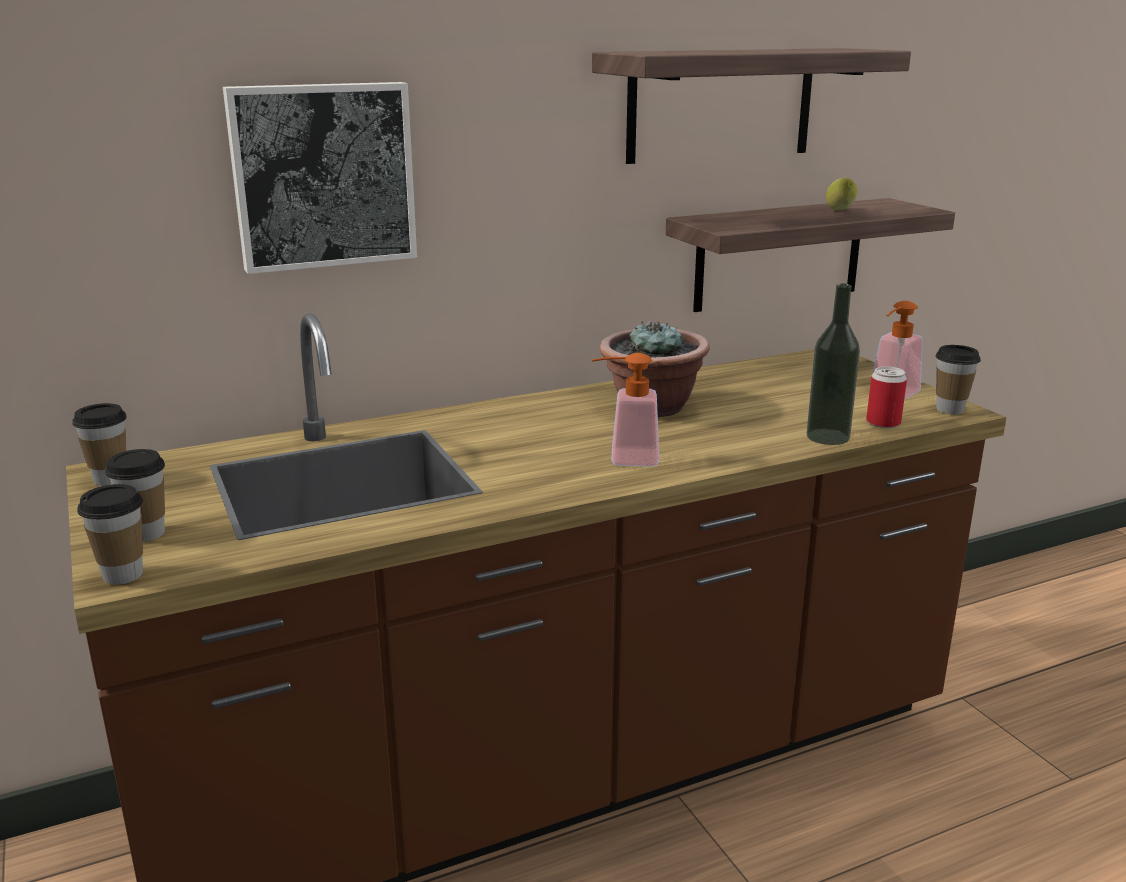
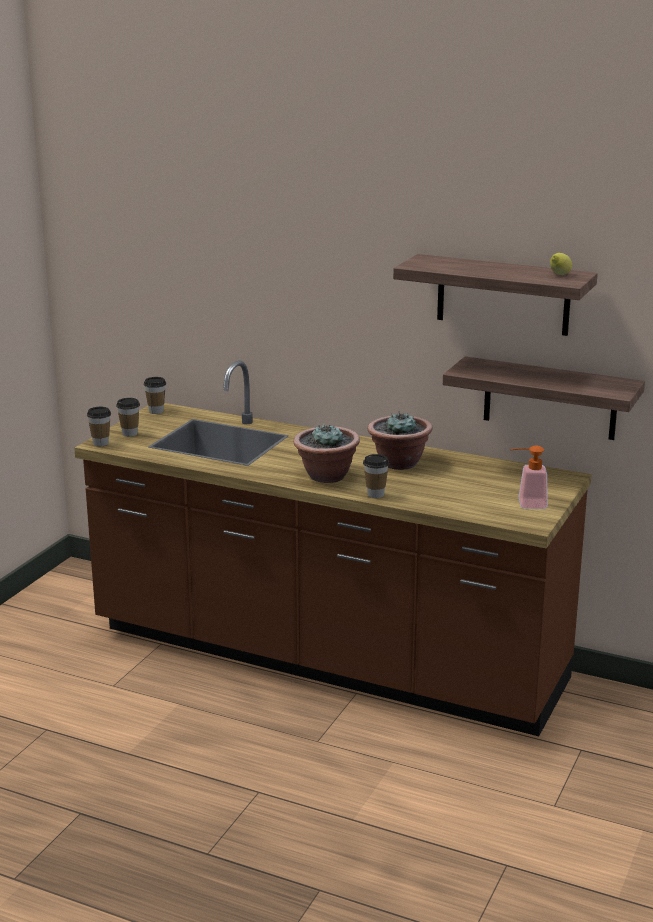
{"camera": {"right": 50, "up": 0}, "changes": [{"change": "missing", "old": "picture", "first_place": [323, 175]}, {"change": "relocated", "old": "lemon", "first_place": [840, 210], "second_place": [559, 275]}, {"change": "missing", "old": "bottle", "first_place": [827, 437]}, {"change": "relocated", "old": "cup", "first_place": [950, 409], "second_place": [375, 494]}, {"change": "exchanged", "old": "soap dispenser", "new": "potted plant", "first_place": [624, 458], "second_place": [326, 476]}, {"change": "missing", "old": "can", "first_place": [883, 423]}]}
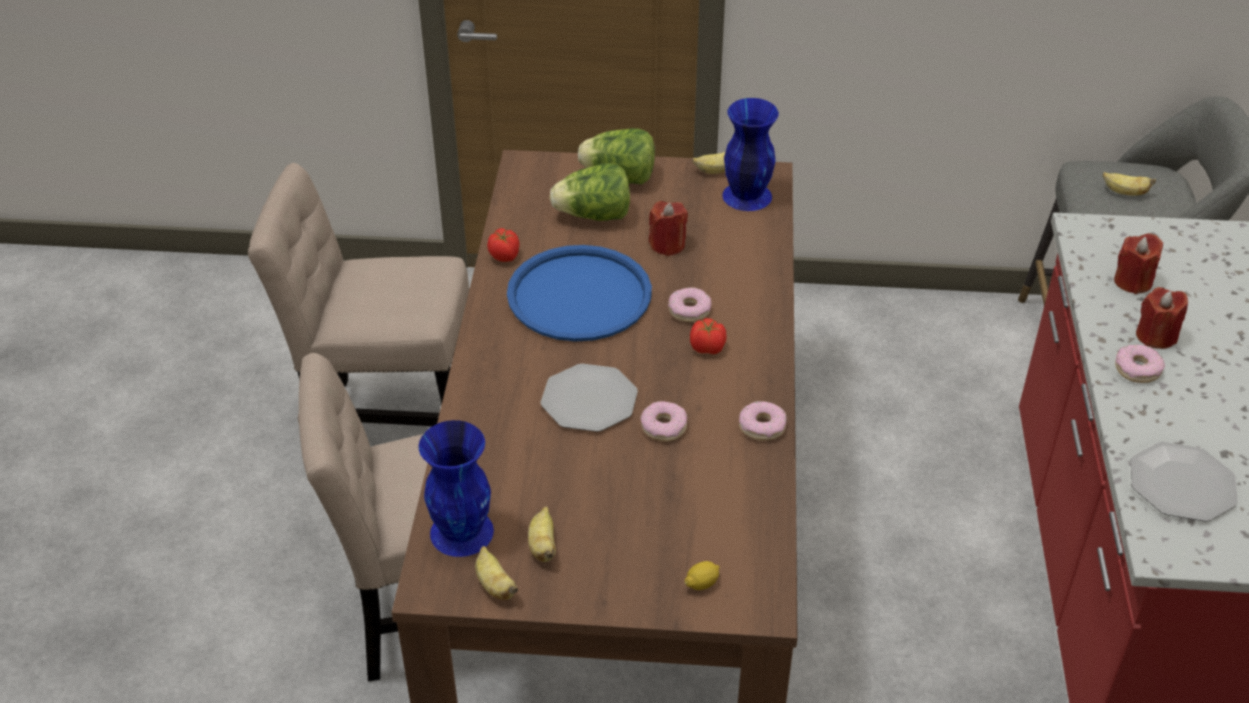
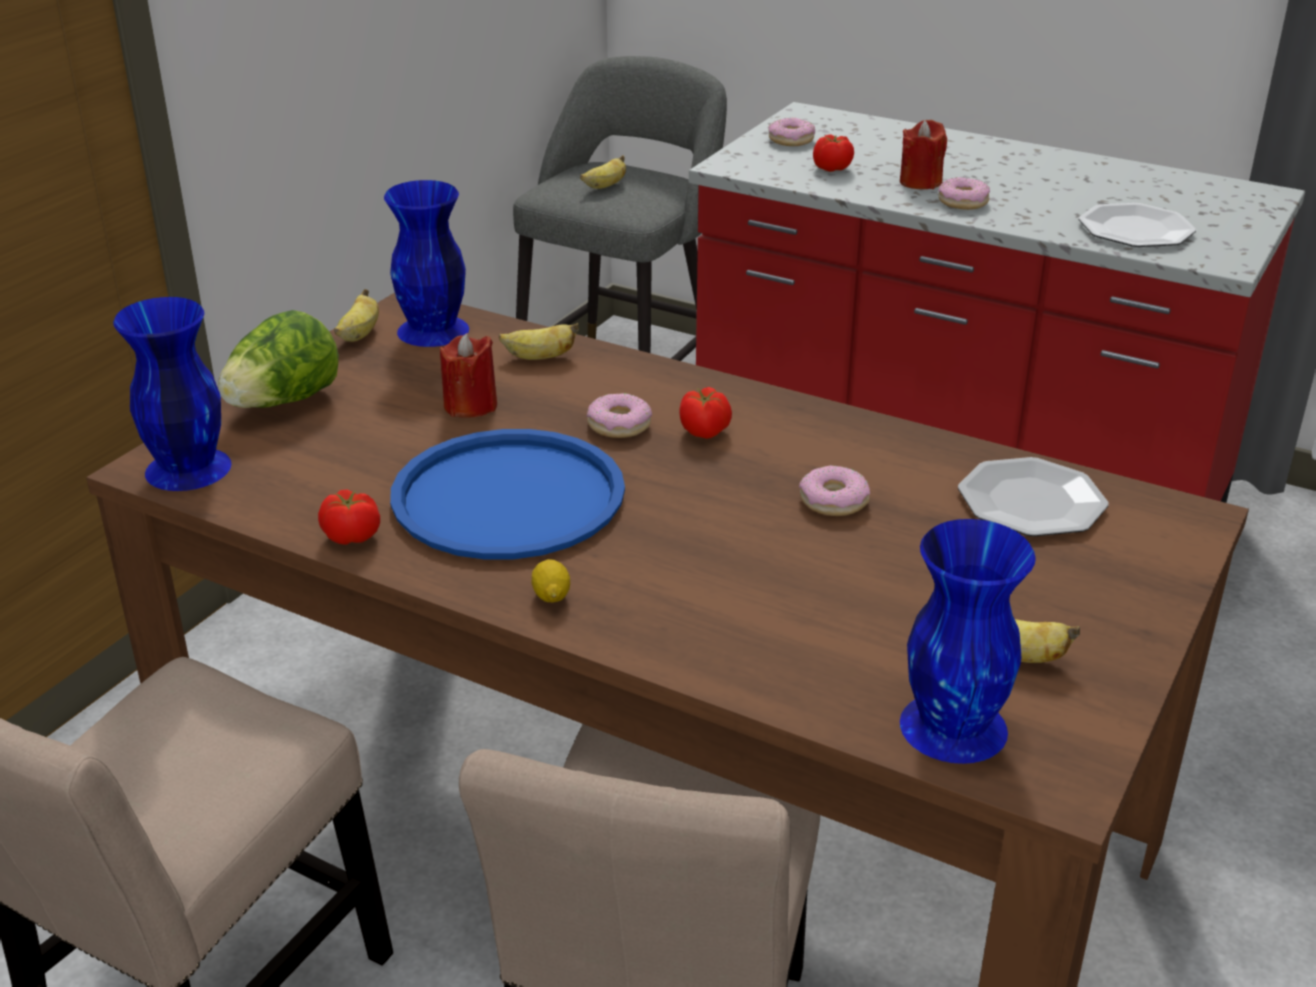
{"camera": {"right": -65, "up": -10}, "changes": [{"change": "missing", "old": "lettuce", "first_place": [594, 216]}, {"change": "exchanged", "old": "candle in red", "new": "tomato", "first_place": [1132, 282], "second_place": [832, 168]}, {"change": "relocated", "old": "plate", "first_place": [589, 400], "second_place": [1031, 501]}, {"change": "relocated", "old": "donut", "first_place": [762, 426], "second_place": [791, 140]}, {"change": "relocated", "old": "banana", "first_place": [495, 585], "second_place": [539, 357]}, {"change": "relocated", "old": "lemon", "first_place": [702, 583], "second_place": [551, 596]}, {"change": "appeared", "new": "vase in blue", "second_place": [186, 468]}]}
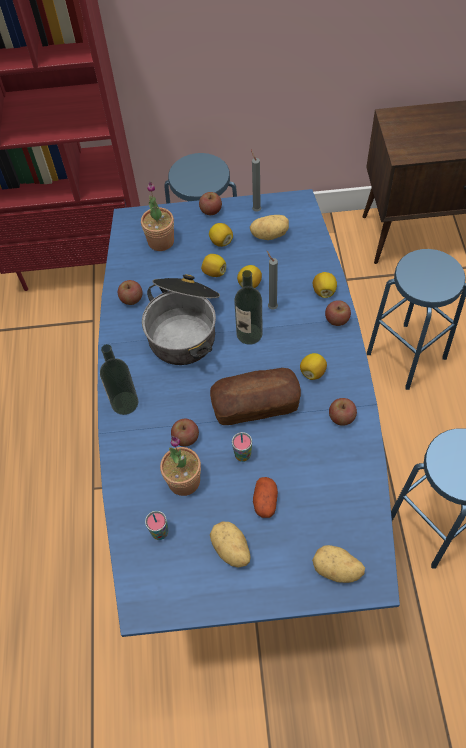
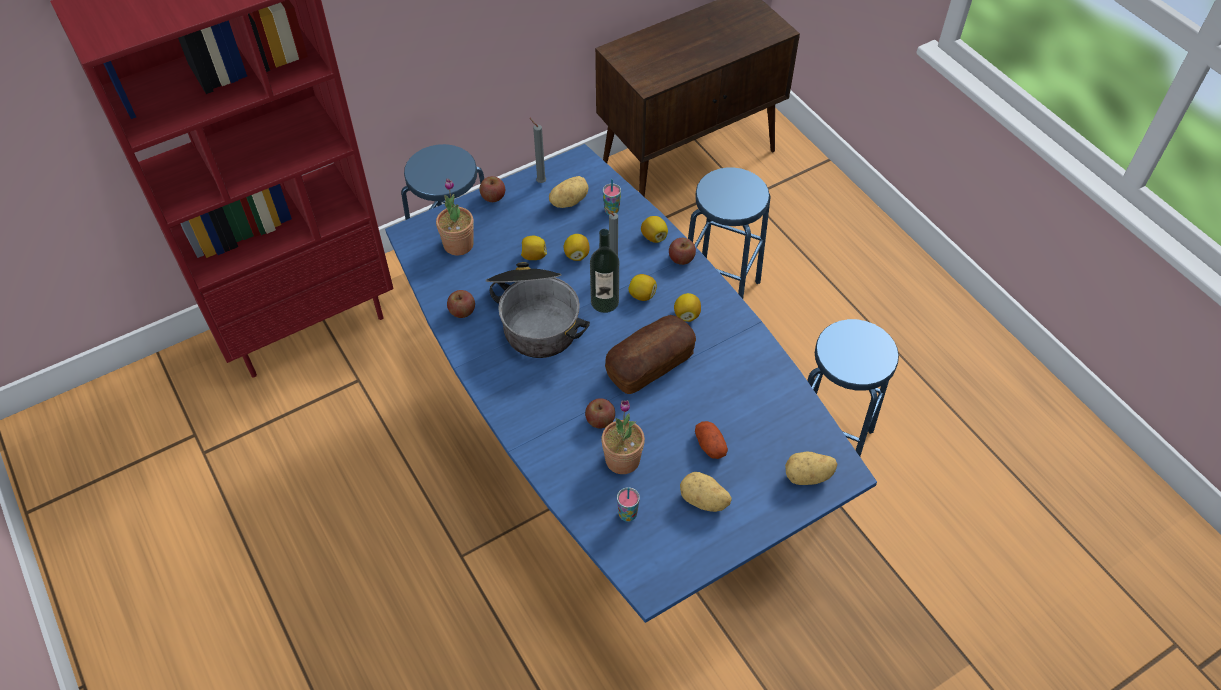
{"camera": {"right": -30, "up": -5}, "changes": [{"change": "relocated", "old": "lemon", "first_place": [221, 241], "second_place": [642, 295]}, {"change": "missing", "old": "bottle", "first_place": [125, 403]}, {"change": "missing", "old": "apple", "first_place": [341, 417]}, {"change": "relocated", "old": "cup", "first_place": [243, 455], "second_place": [611, 211]}]}
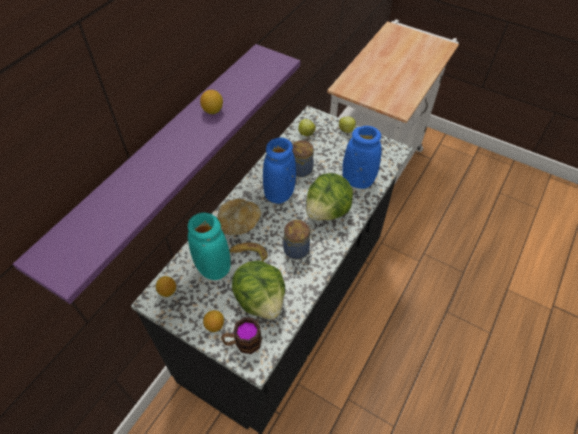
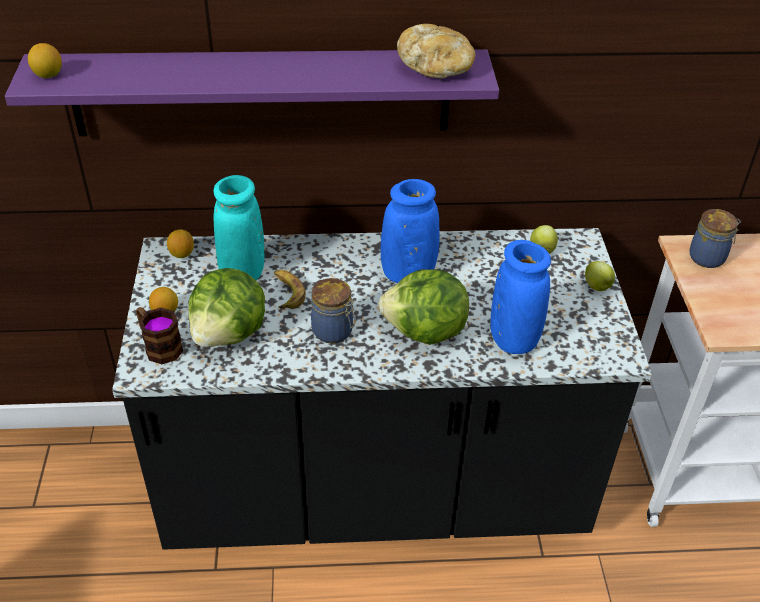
{"camera": {"right": 55, "up": -10}, "changes": [{"change": "relocated", "old": "lemon", "first_place": [213, 111], "second_place": [48, 75]}, {"change": "relocated", "old": "jar", "first_place": [302, 169], "second_place": [708, 257]}, {"change": "relocated", "old": "bread", "first_place": [238, 223], "second_place": [436, 68]}]}
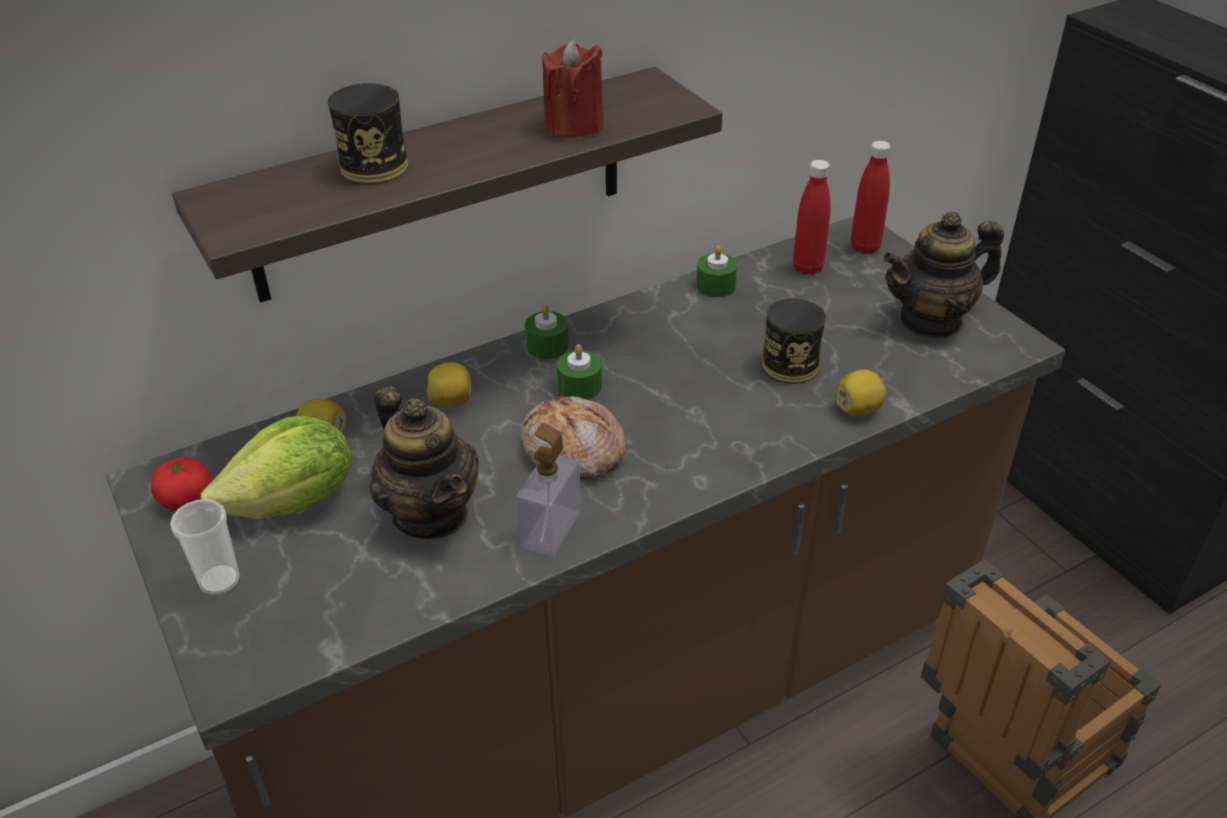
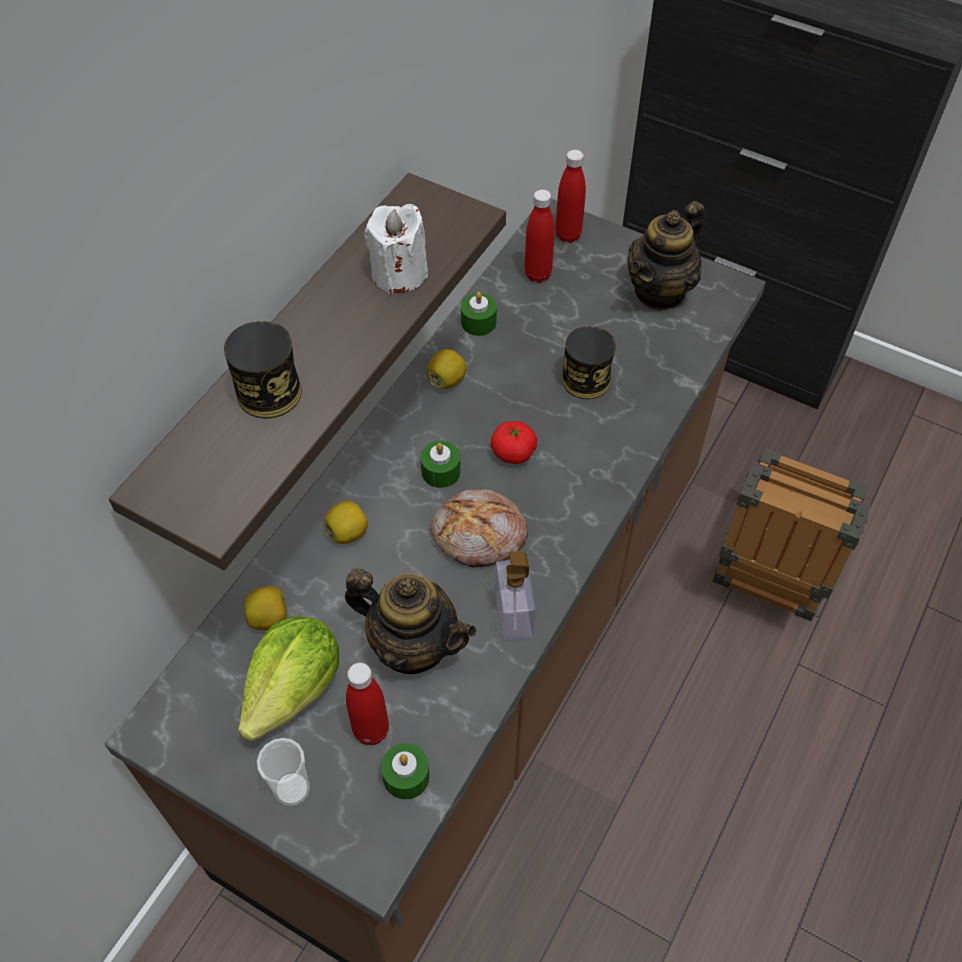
{"camera": {"right": -30, "up": 15}, "changes": [{"change": "colour", "old": "candle in red", "new": "candle in white", "first_place": [574, 125], "second_place": [399, 274]}, {"change": "relocated", "old": "candle in green", "first_place": [547, 346], "second_place": [406, 776]}, {"change": "relocated", "old": "lemon", "first_place": [858, 409], "second_place": [447, 380]}, {"change": "relocated", "old": "tomato", "first_place": [186, 498], "second_place": [513, 452]}, {"change": "appeared", "new": "bottle in red", "second_place": [371, 730]}]}
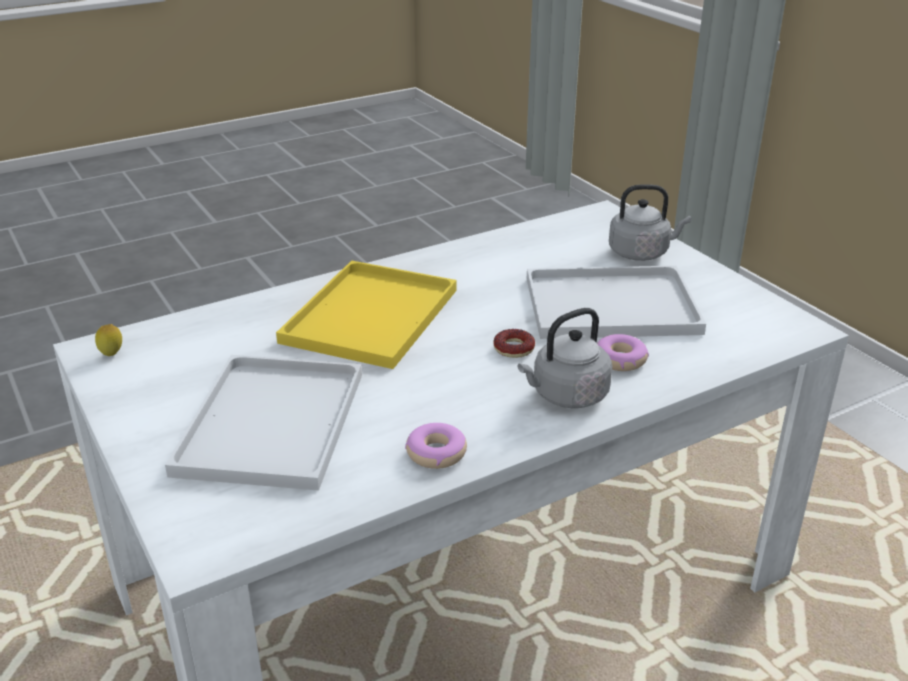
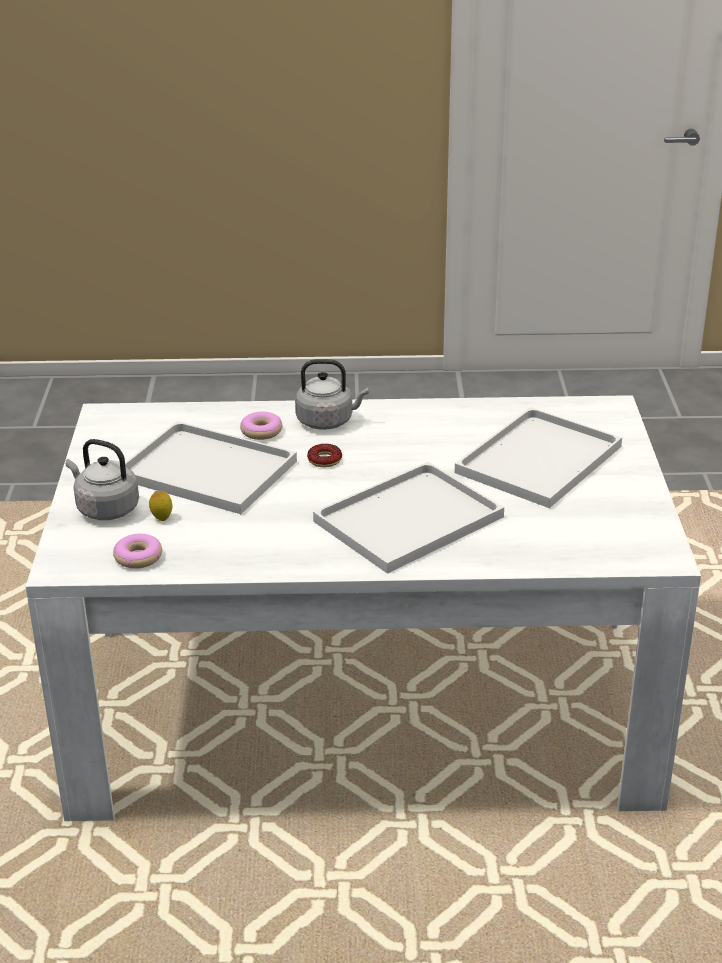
{"camera": {"right": -150, "up": 0}, "changes": [{"change": "colour", "old": "tray in yellow", "new": "tray in white", "first_place": [370, 313], "second_place": [407, 521]}, {"change": "relocated", "old": "lemon", "first_place": [112, 355], "second_place": [162, 518]}, {"change": "relocated", "old": "donut", "first_place": [436, 453], "second_place": [138, 557]}]}
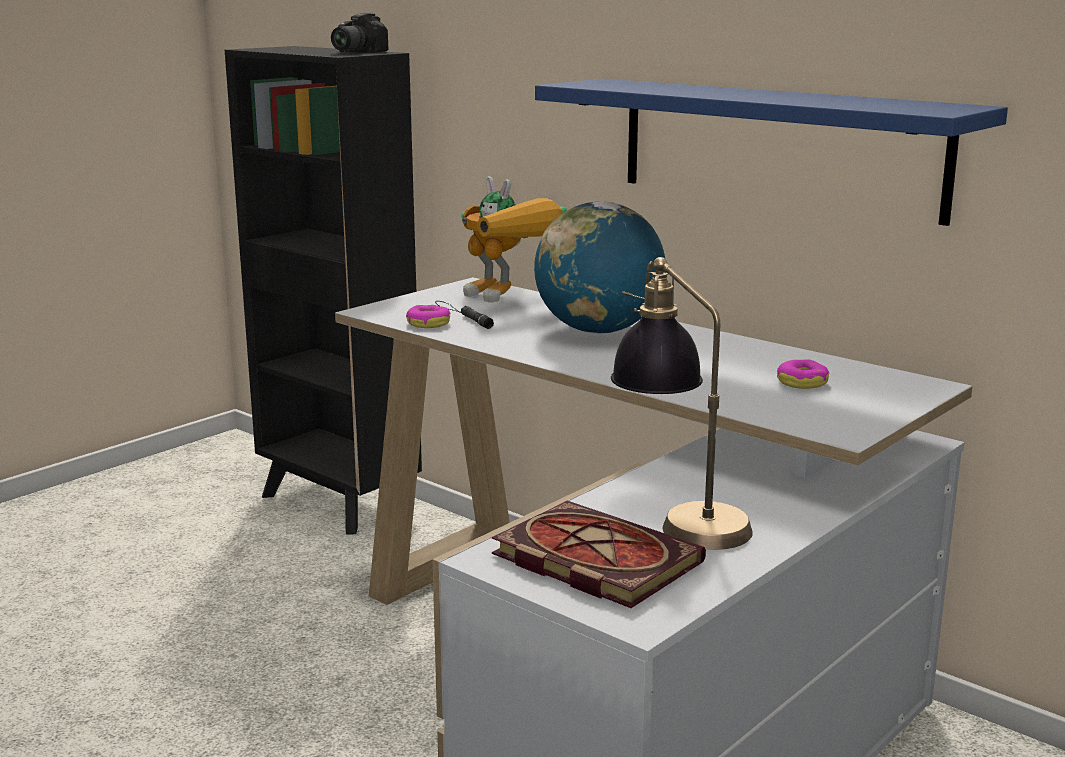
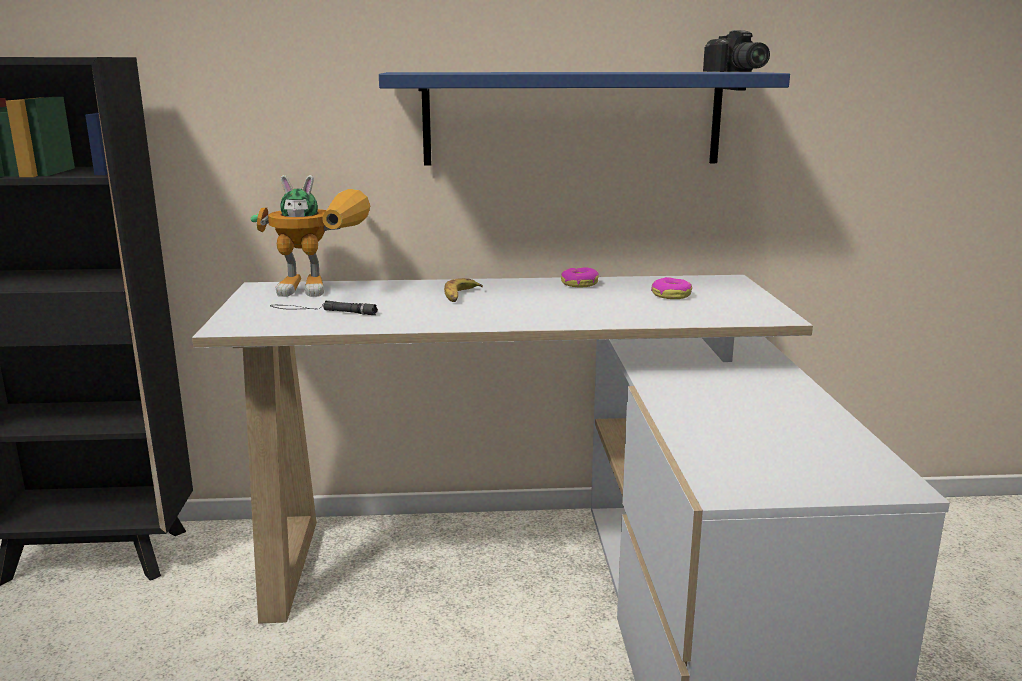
{"camera": {"right": -45, "up": 0}, "changes": [{"change": "relocated", "old": "photo camera", "first_place": [353, 52], "second_place": [736, 71]}, {"change": "exchanged", "old": "globe", "new": "banana", "first_place": [598, 331], "second_place": [460, 296]}, {"change": "missing", "old": "table lamp", "first_place": [678, 517]}, {"change": "relocated", "old": "donut", "first_place": [428, 323], "second_place": [579, 284]}, {"change": "missing", "old": "book", "first_place": [590, 560]}]}
